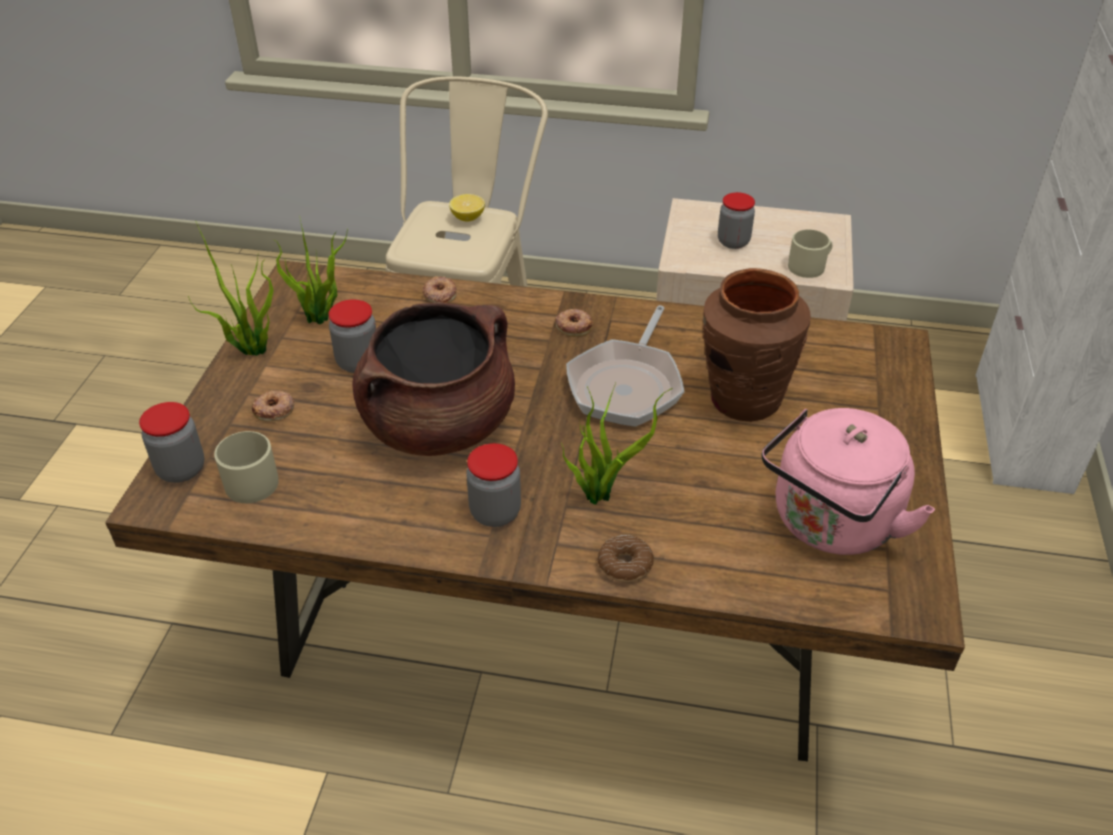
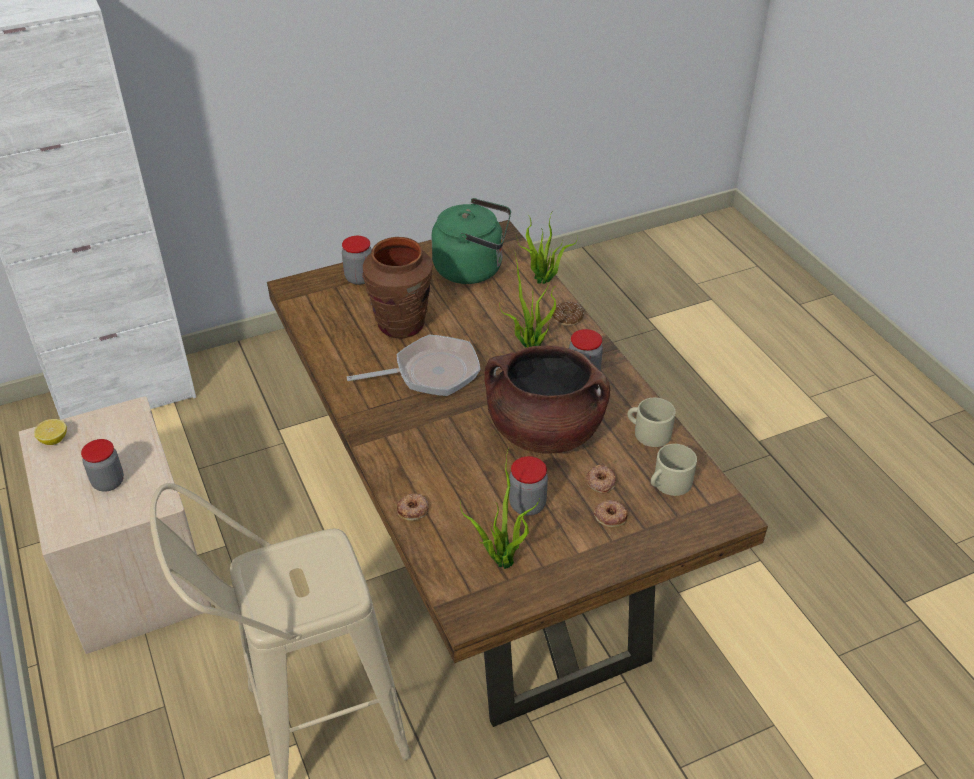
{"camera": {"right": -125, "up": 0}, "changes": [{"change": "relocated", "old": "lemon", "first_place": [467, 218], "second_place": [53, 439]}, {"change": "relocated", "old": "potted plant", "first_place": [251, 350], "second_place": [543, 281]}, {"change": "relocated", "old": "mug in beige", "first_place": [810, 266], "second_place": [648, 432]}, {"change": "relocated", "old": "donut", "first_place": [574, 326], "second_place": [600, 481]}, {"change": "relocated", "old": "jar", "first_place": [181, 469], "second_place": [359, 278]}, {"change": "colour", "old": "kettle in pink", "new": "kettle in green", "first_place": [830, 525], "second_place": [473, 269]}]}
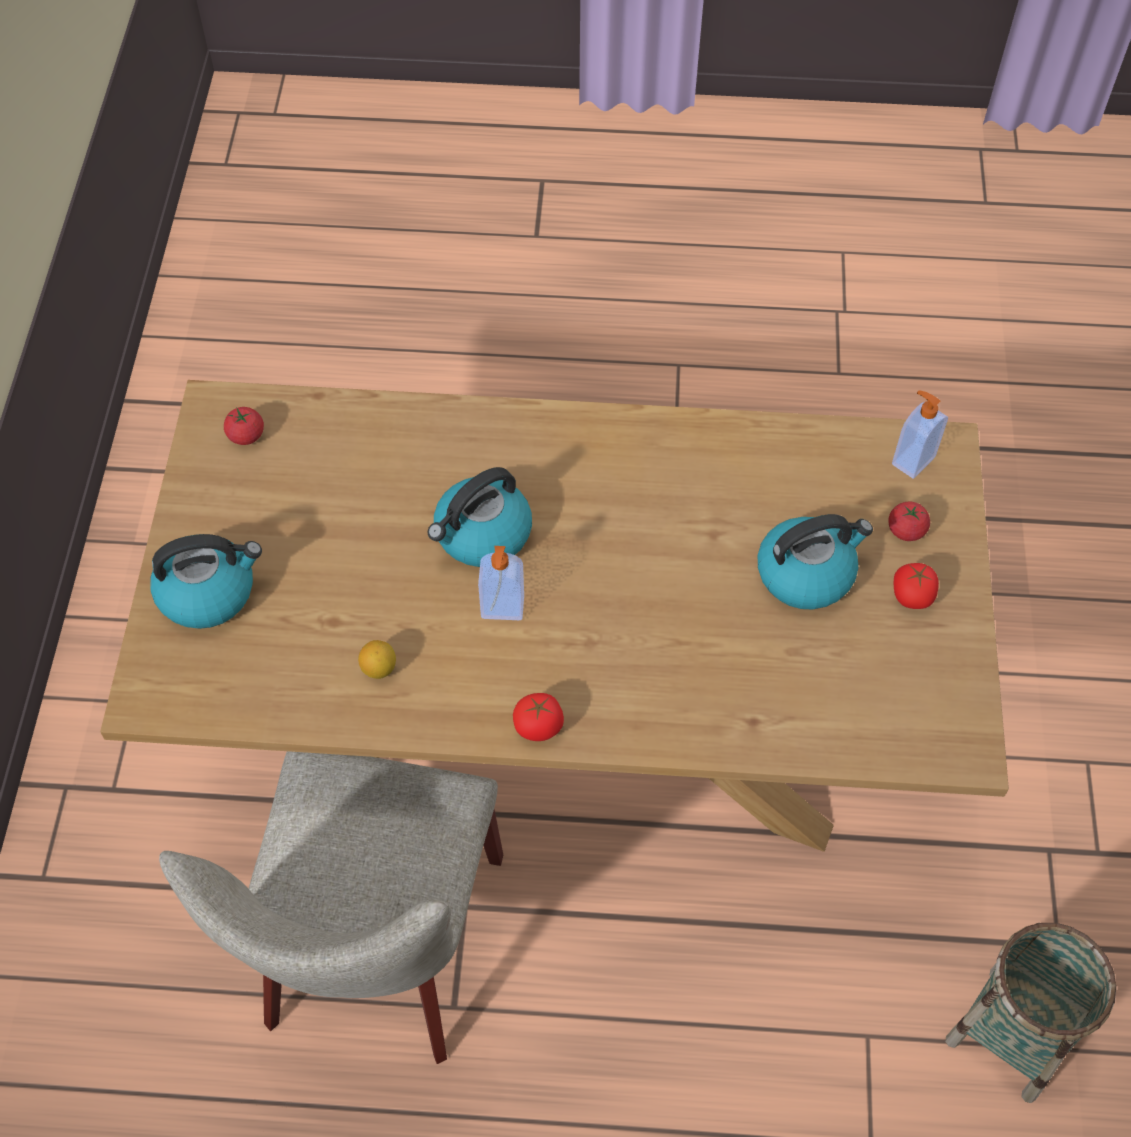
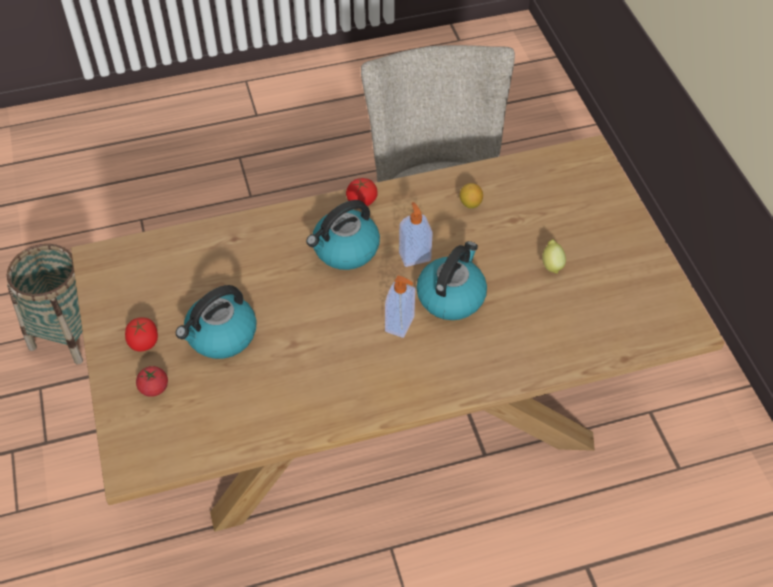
{"camera": {"right": 160, "up": -5}, "changes": [{"change": "relocated", "old": "soap dispenser", "first_place": [912, 460], "second_place": [400, 325]}, {"change": "missing", "old": "tomato", "first_place": [246, 435]}, {"change": "relocated", "old": "kettle", "first_place": [208, 592], "second_place": [345, 250]}, {"change": "appeared", "new": "lemon", "second_place": [551, 265]}]}
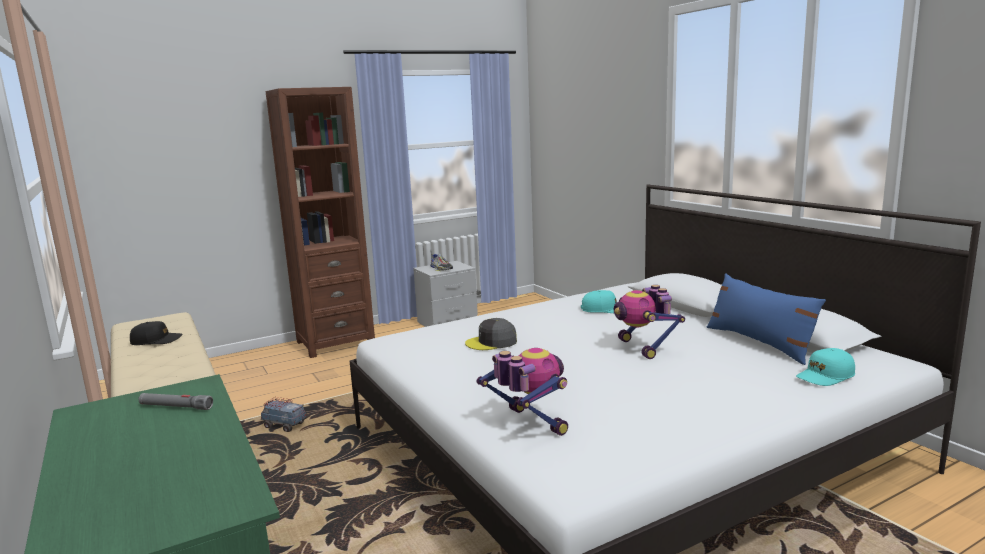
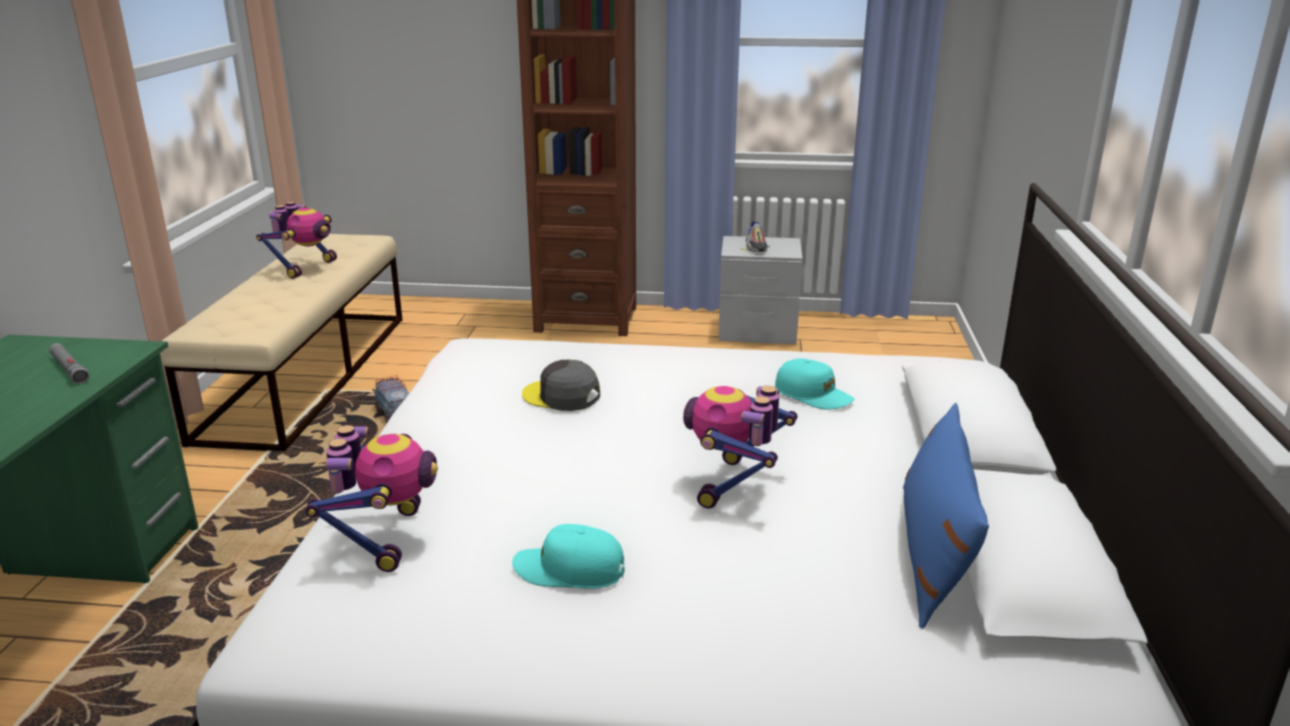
{"camera": {"right": 35, "up": 10}, "changes": [{"change": "exchanged", "old": "cap in black", "new": "toy robot", "first_place": [156, 340], "second_place": [306, 268]}, {"change": "relocated", "old": "cap in turquoise", "first_place": [825, 376], "second_place": [569, 570]}]}
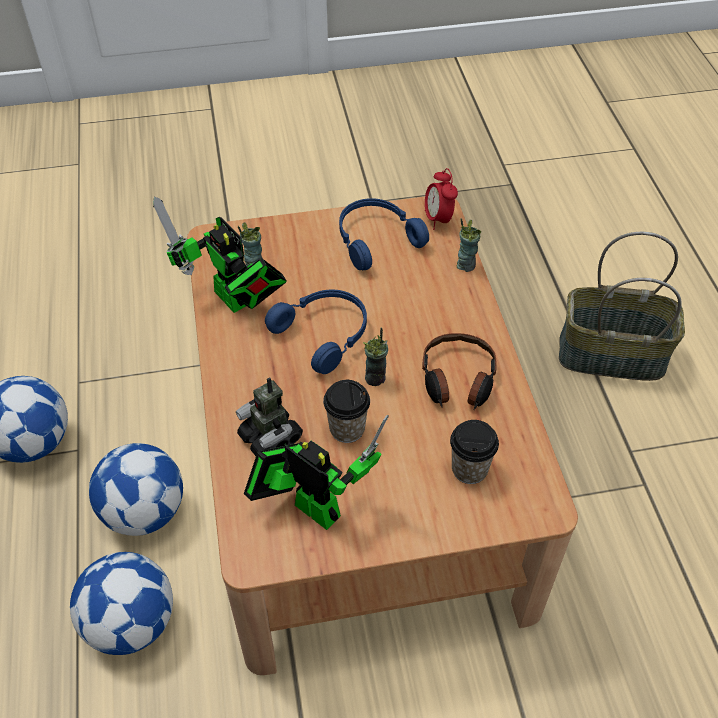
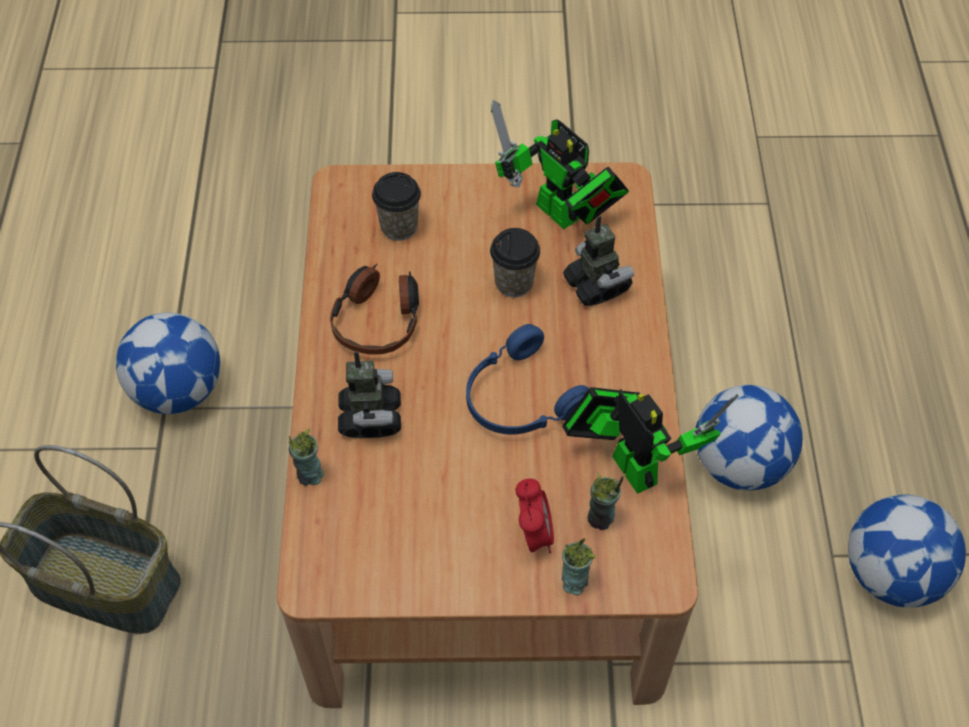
{"camera": {"right": -170, "up": 5}, "changes": [{"change": "relocated", "old": "alarm clock", "first_place": [438, 219], "second_place": [534, 535]}, {"change": "missing", "old": "headphones in blue", "first_place": [375, 239]}, {"change": "relocated", "old": "cup", "first_place": [375, 378], "second_place": [573, 582]}, {"change": "relocated", "old": "football", "first_place": [131, 622], "second_place": [178, 391]}, {"change": "appeared", "new": "toy robot", "second_place": [370, 418]}]}
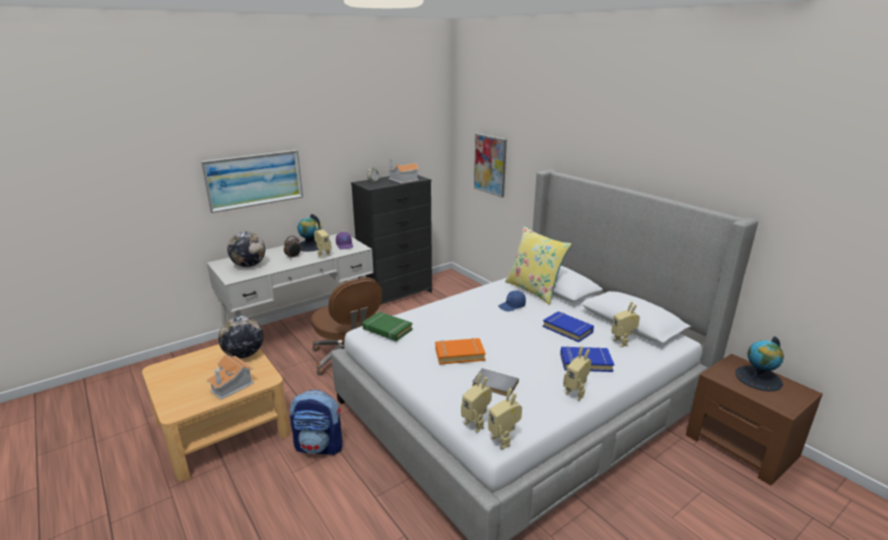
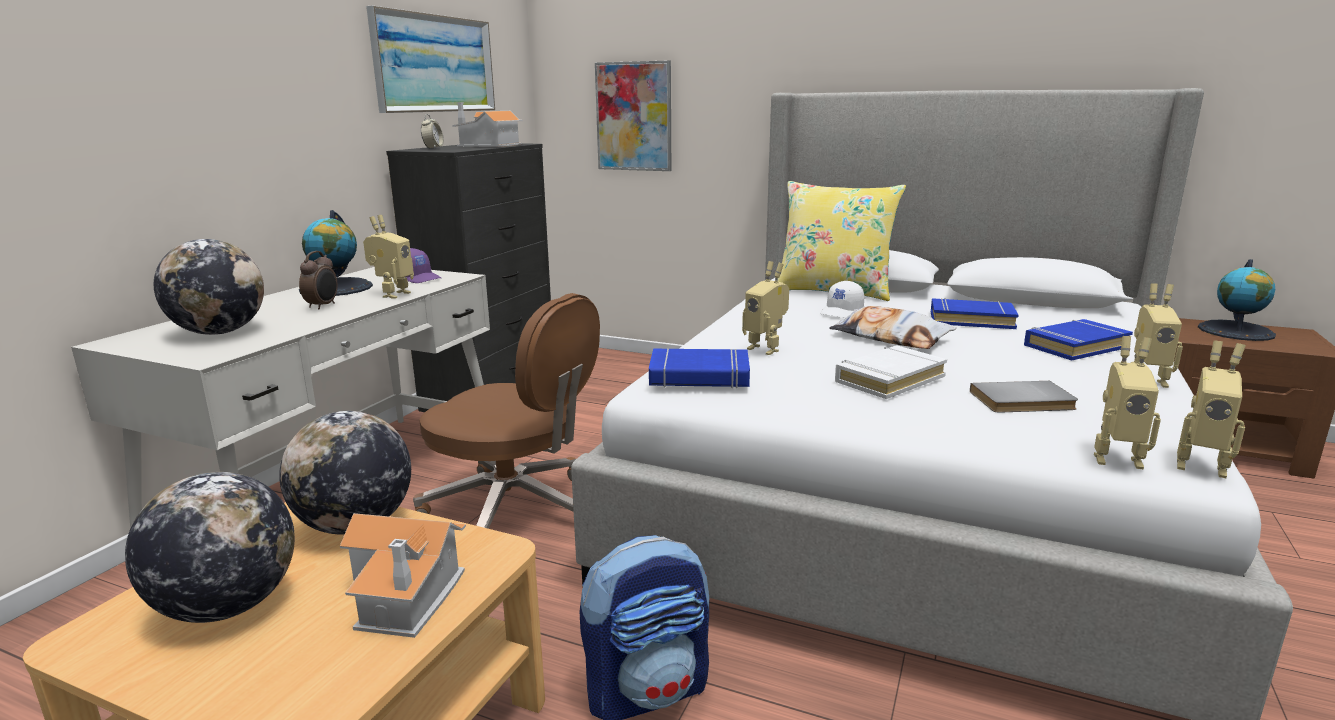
{"camera": {"right": -30, "up": -5}, "changes": [{"change": "relocated", "old": "picture", "first_place": [254, 180], "second_place": [434, 64]}, {"change": "colour", "old": "cap in blue", "new": "cap in white", "first_place": [512, 306], "second_place": [842, 312]}, {"change": "relocated", "old": "toy robot", "first_place": [622, 342], "second_place": [766, 349]}, {"change": "colour", "old": "book in green", "new": "book in blue", "first_place": [387, 329], "second_place": [699, 376]}, {"change": "colour", "old": "book in orange", "new": "book in white", "first_place": [459, 354], "second_place": [889, 379]}, {"change": "appeared", "new": "pillow", "second_place": [890, 337]}, {"change": "appeared", "new": "globe", "second_place": [227, 607]}]}
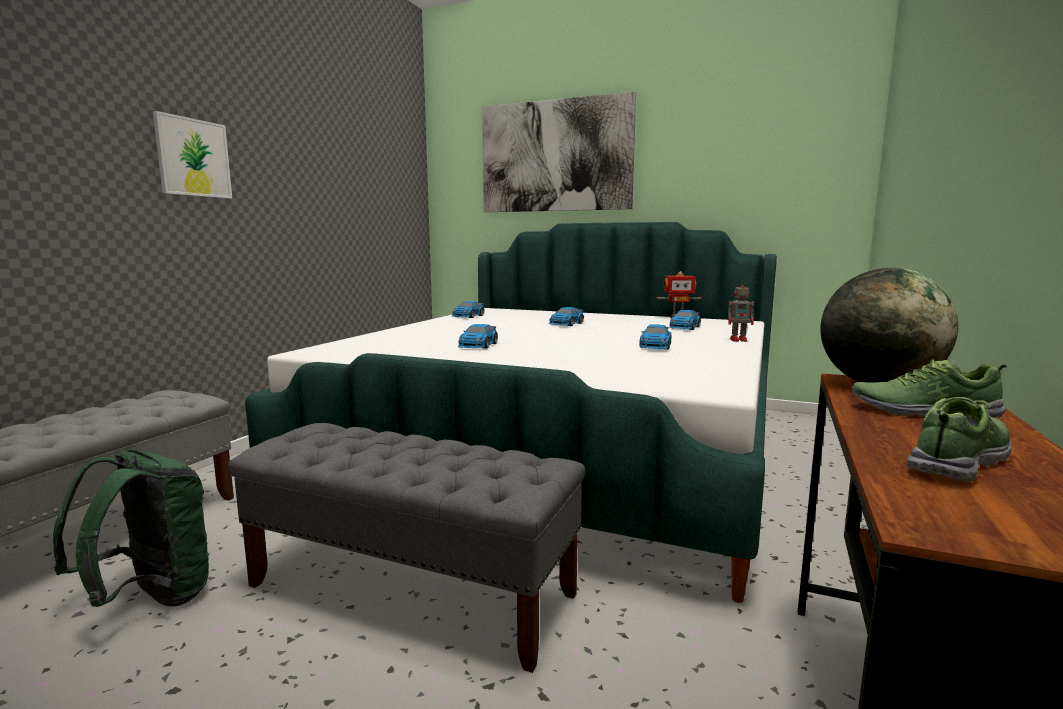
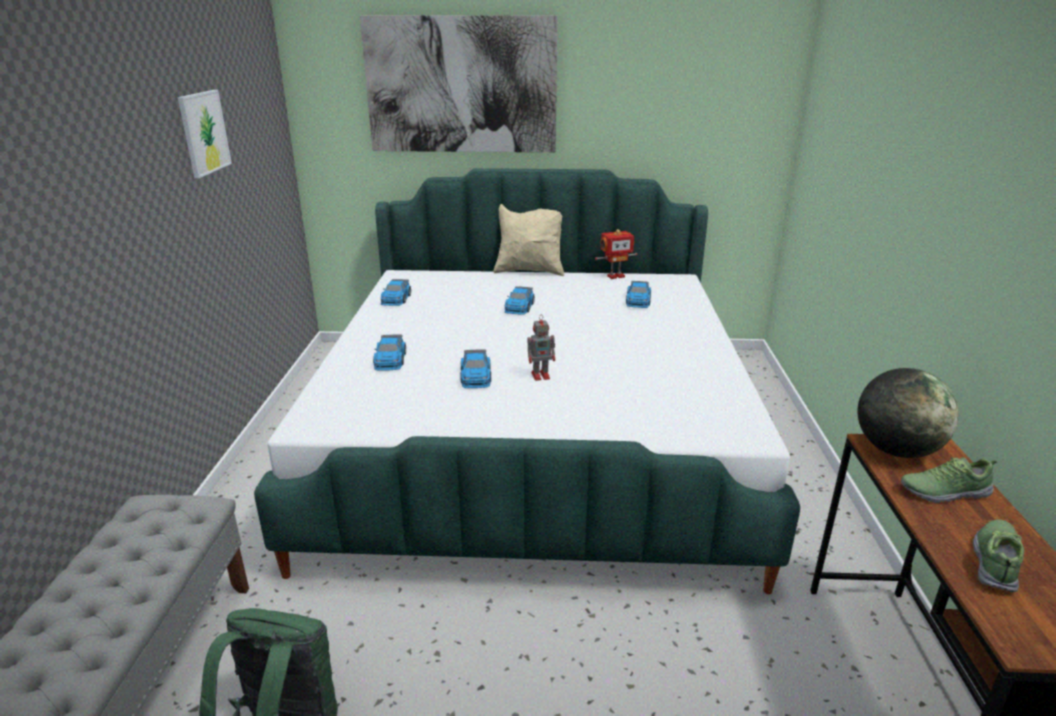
{"camera": {"right": -20, "up": 15}, "changes": [{"change": "relocated", "old": "picture", "first_place": [193, 158], "second_place": [204, 132]}, {"change": "relocated", "old": "toy robot", "first_place": [739, 340], "second_place": [541, 375]}, {"change": "relocated", "old": "toy car", "first_place": [655, 346], "second_place": [390, 360]}, {"change": "missing", "old": "bench in grey", "first_place": [412, 590]}, {"change": "appeared", "new": "pillow in beige", "second_place": [530, 271]}]}
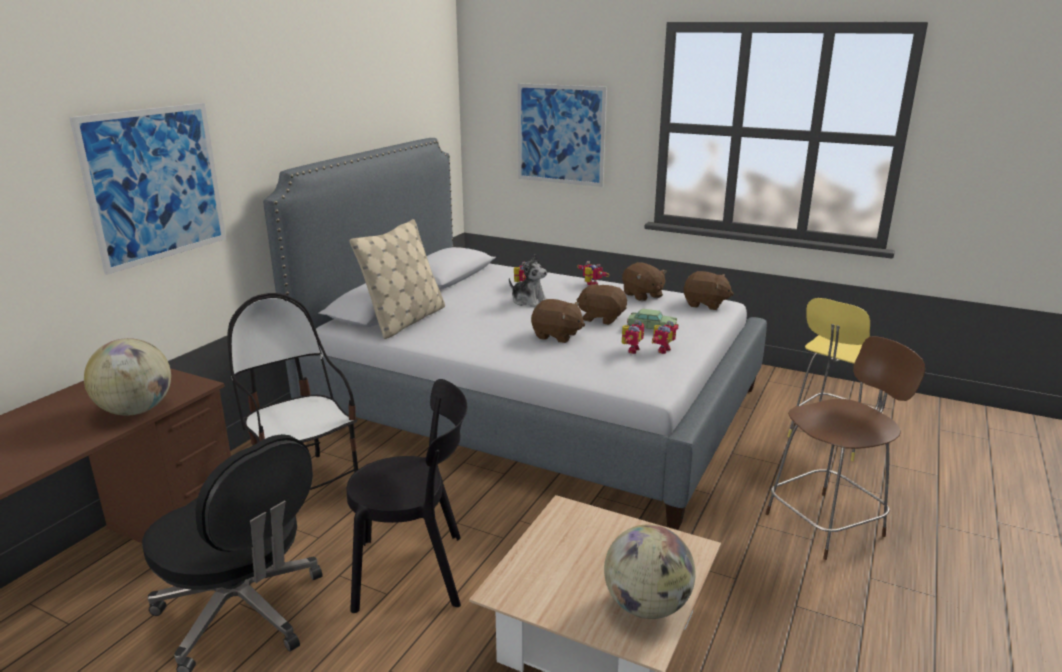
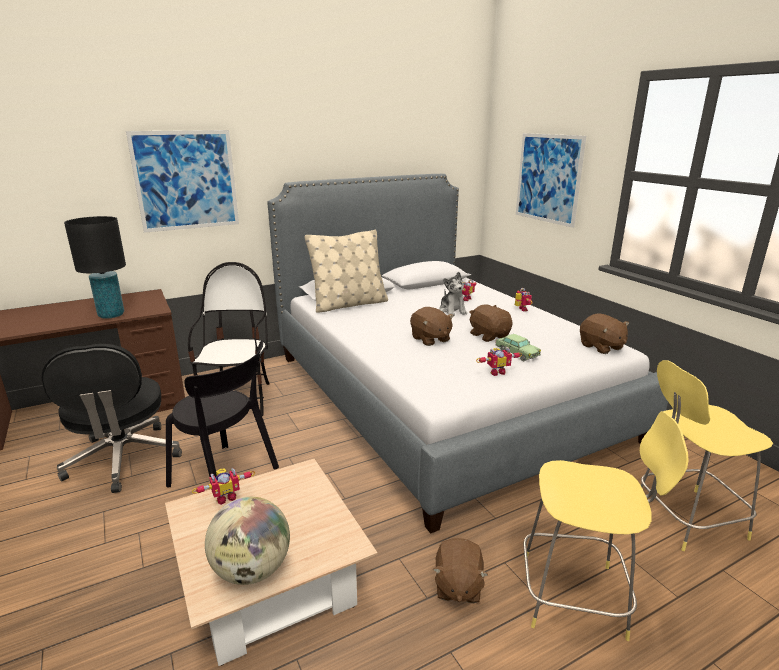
{"camera": {"right": 35, "up": 0}, "changes": [{"change": "relocated", "old": "plush toy in brown", "first_place": [642, 295], "second_place": [457, 586]}, {"change": "relocated", "old": "toy robot", "first_place": [630, 350], "second_place": [226, 497]}, {"change": "colour", "old": "stool in brown", "new": "stool in yellow", "first_place": [827, 523], "second_place": [577, 596]}, {"change": "exchanged", "old": "globe", "new": "table lamp in black", "first_place": [136, 410], "second_place": [111, 315]}]}
